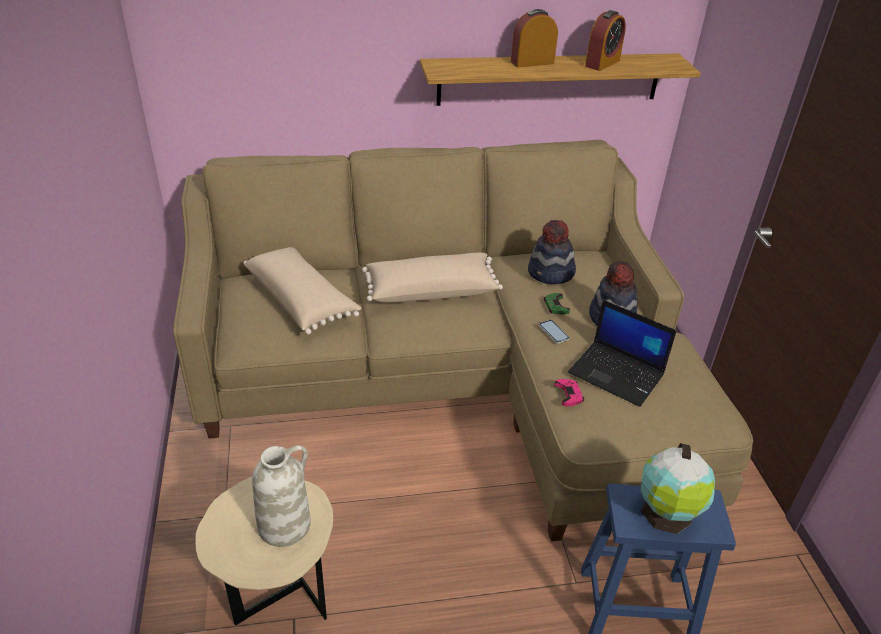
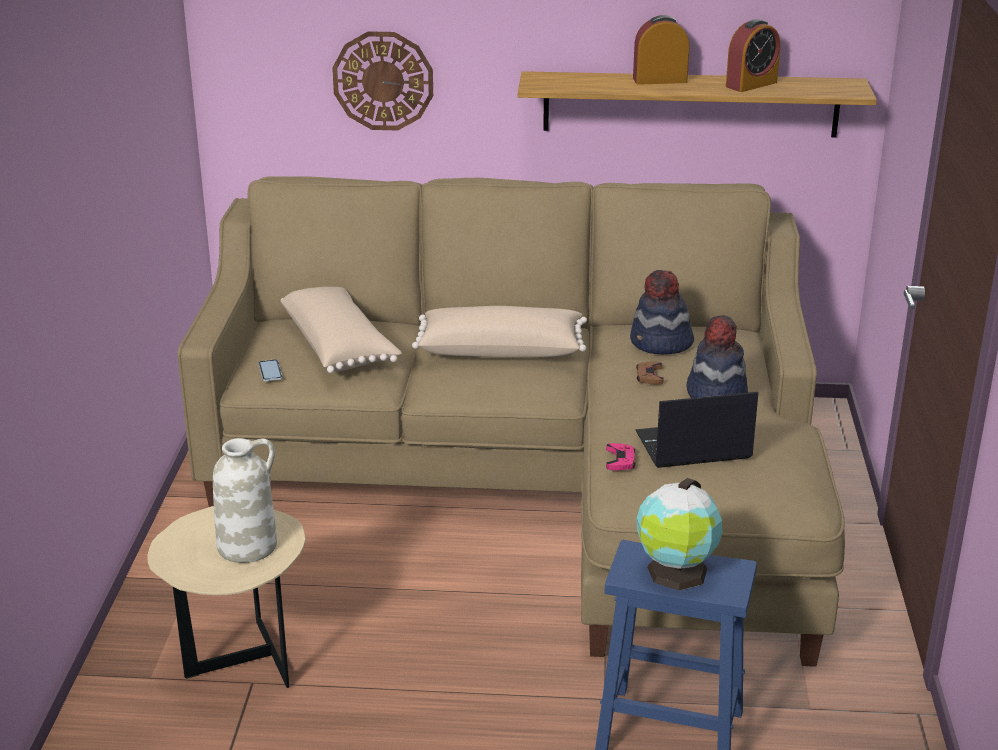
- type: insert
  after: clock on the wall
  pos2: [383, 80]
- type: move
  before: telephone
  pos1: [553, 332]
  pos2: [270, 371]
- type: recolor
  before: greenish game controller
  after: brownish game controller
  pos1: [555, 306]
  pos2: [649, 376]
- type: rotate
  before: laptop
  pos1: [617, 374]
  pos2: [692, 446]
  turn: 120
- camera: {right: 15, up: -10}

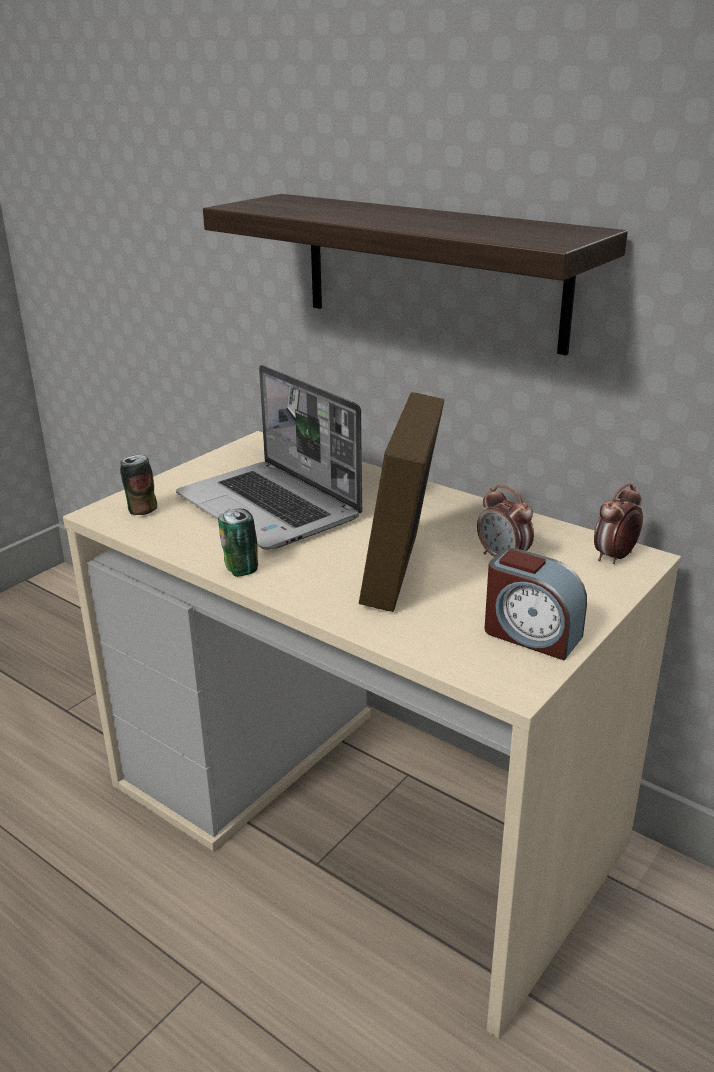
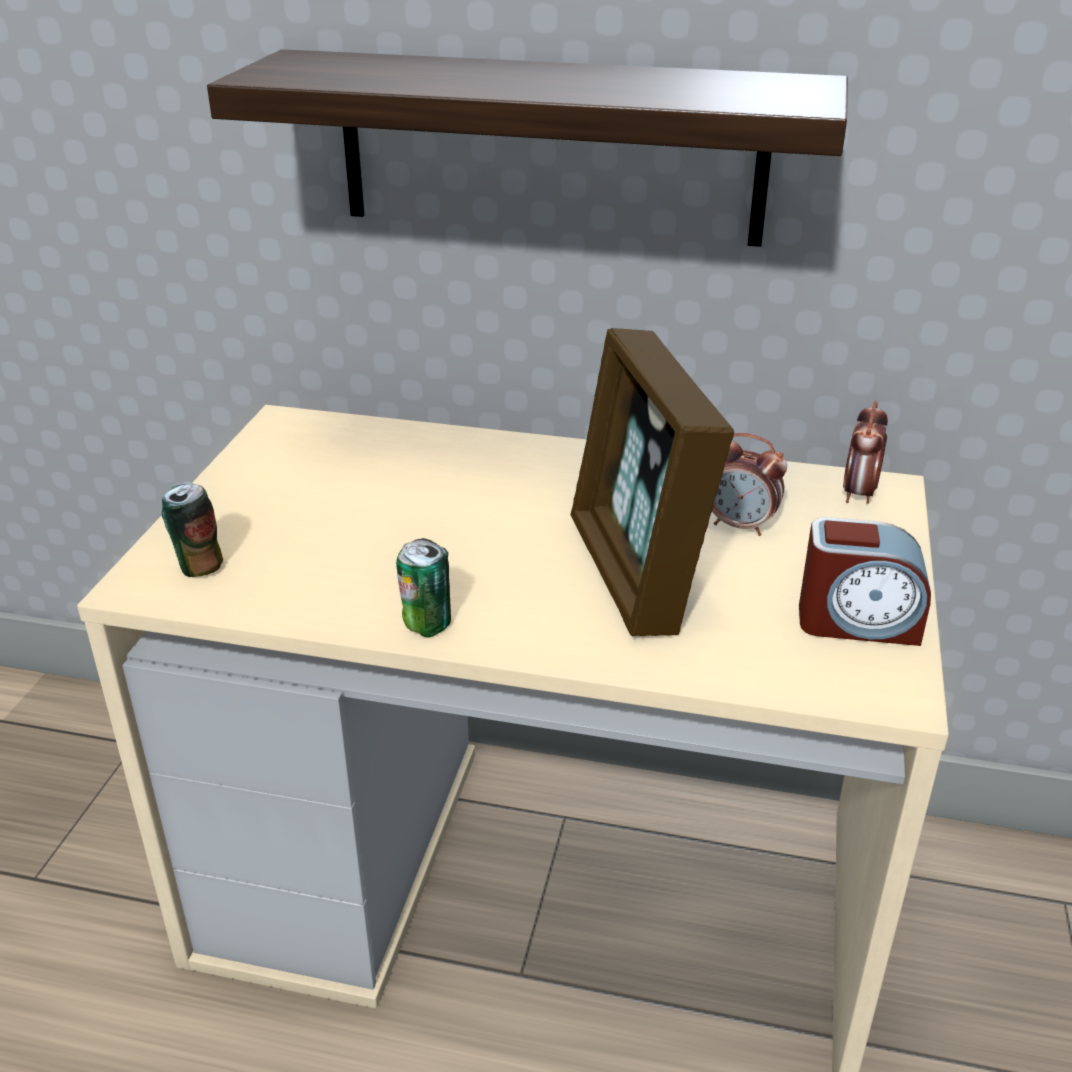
- type: delete
  before: laptop
  pos1: [271, 508]
- camera: {right: -25, up: 5}

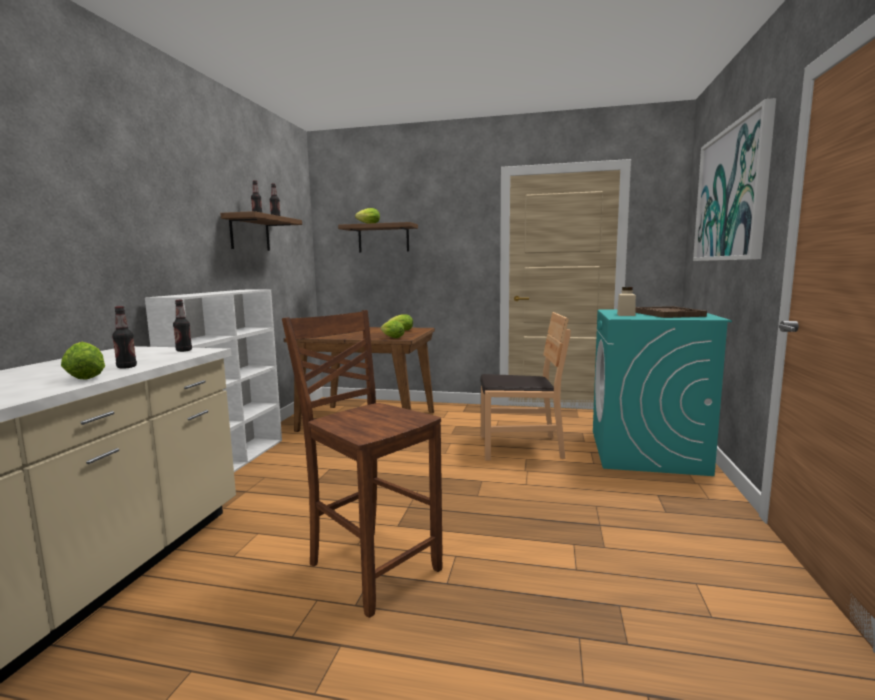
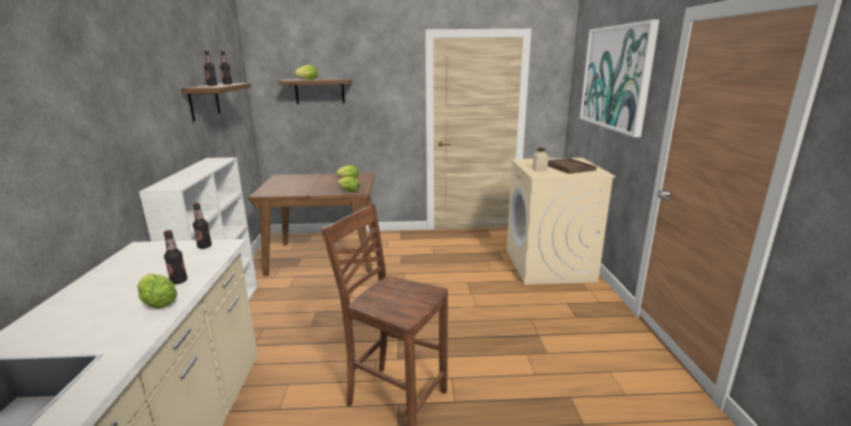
- type: delete
  before: brownish chair
  pos1: [520, 447]
- type: recolor
  before: turquoise washing machine
  after: beige-coloured washing machine
  pos1: [647, 452]
  pos2: [549, 266]
- camera: {right: -15, up: 10}

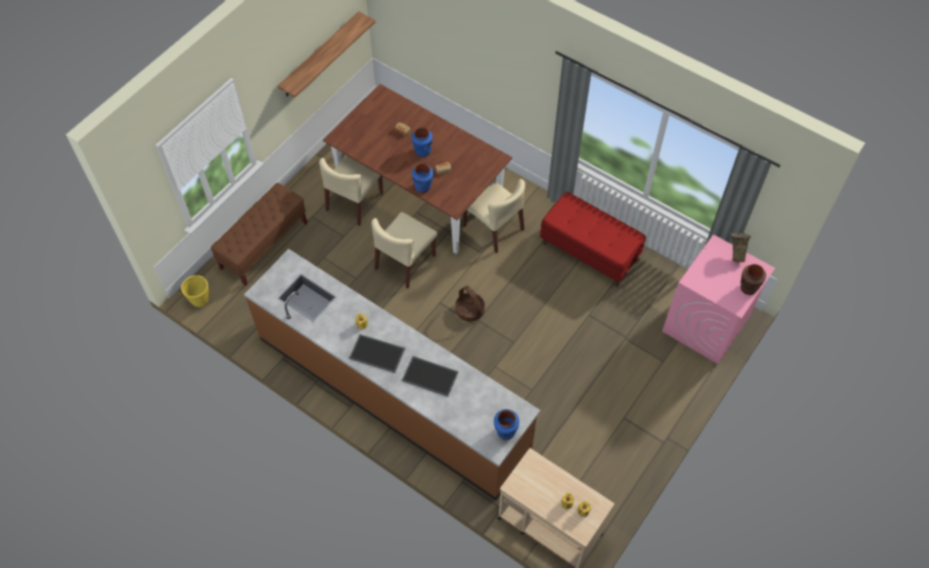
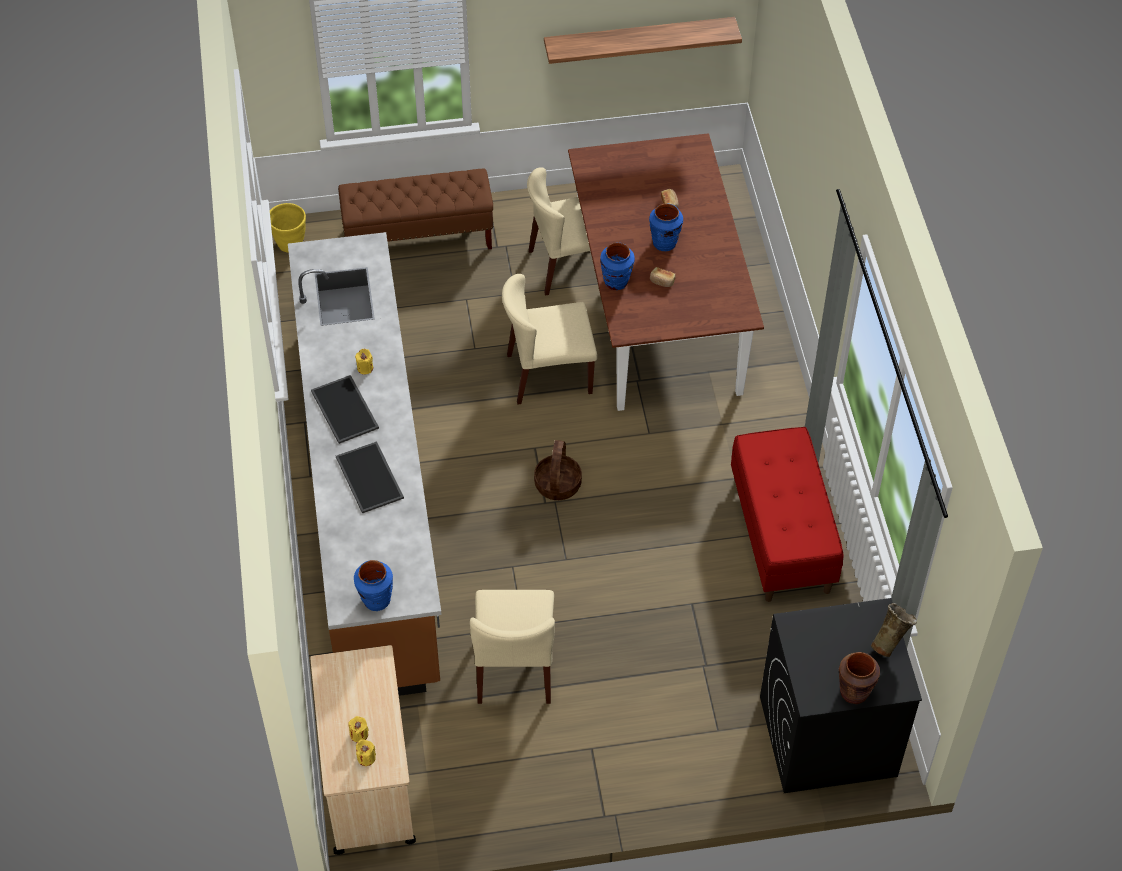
- type: move
  before: beige-coloured chair
  pos1: [494, 228]
  pos2: [515, 667]
- type: recolor
  before: pinkish washing machine
  after: black-coloured washing machine
  pos1: [706, 324]
  pos2: [827, 737]
- camera: {right: 45, up: -5}

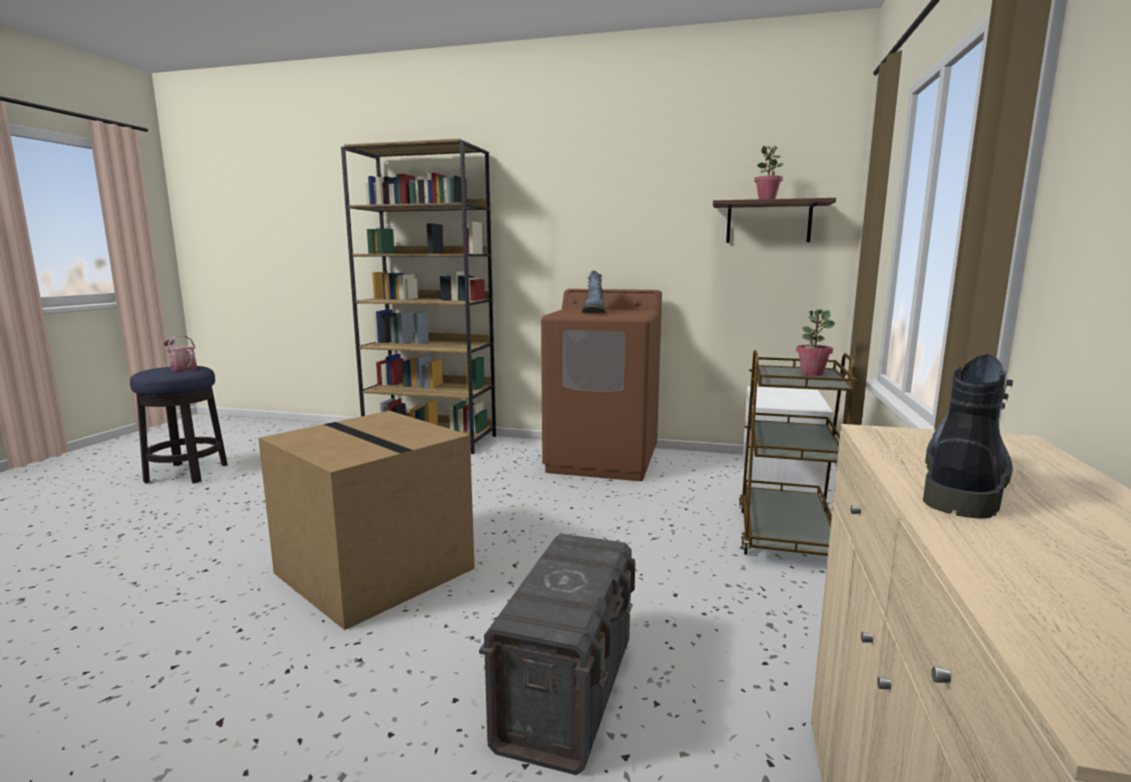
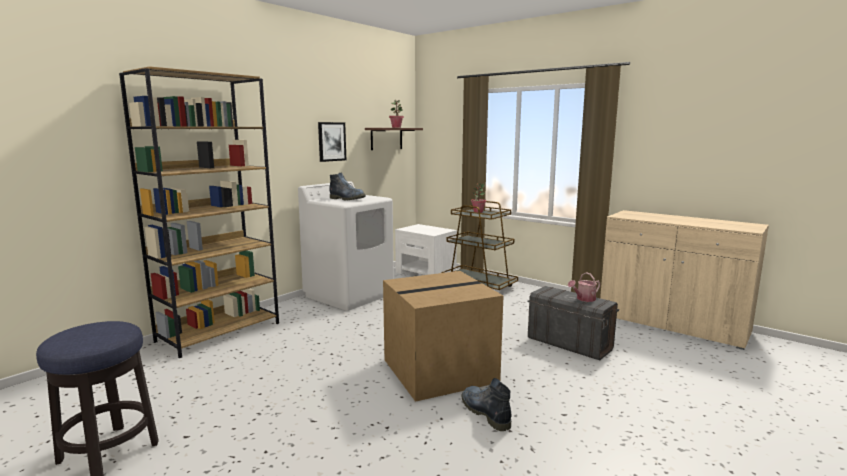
- type: insert
  after: picture
  pos2: [331, 141]
- type: move
  before: watering can
  pos1: [182, 368]
  pos2: [584, 299]
- type: move
  before: boot
  pos1: [962, 479]
  pos2: [484, 412]
- type: recolor
  before: brownish washing machine
  after: white washing machine
  pos1: [603, 461]
  pos2: [349, 295]
- camera: {right: -65, up: 0}

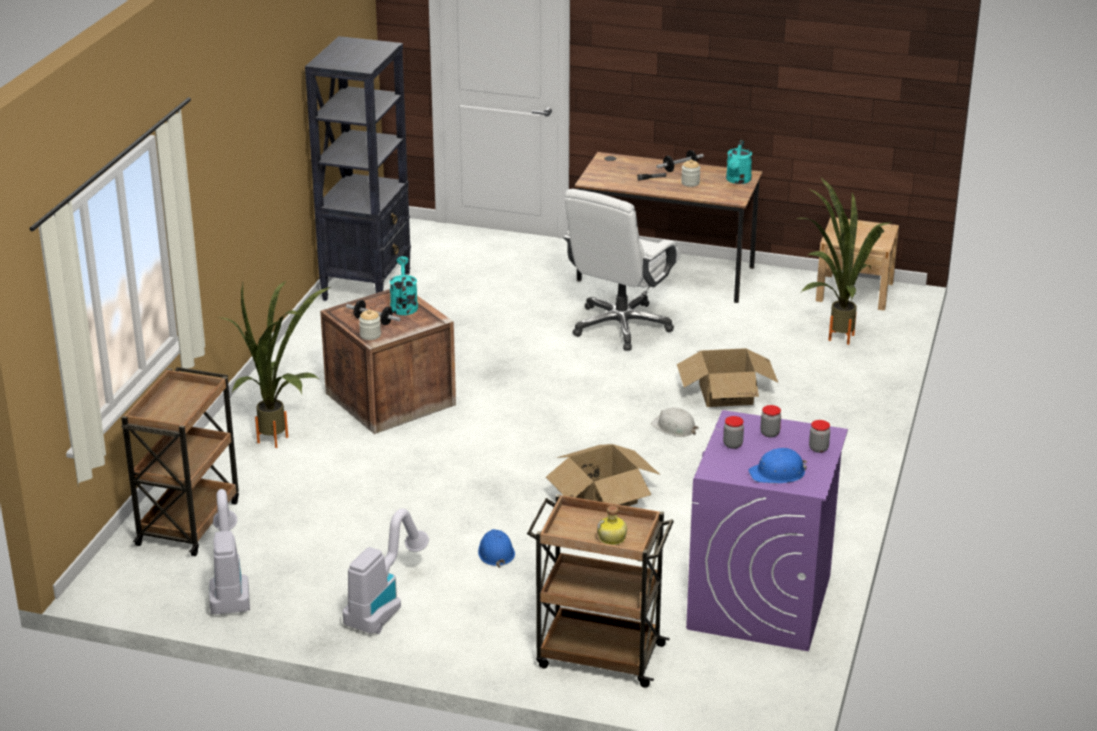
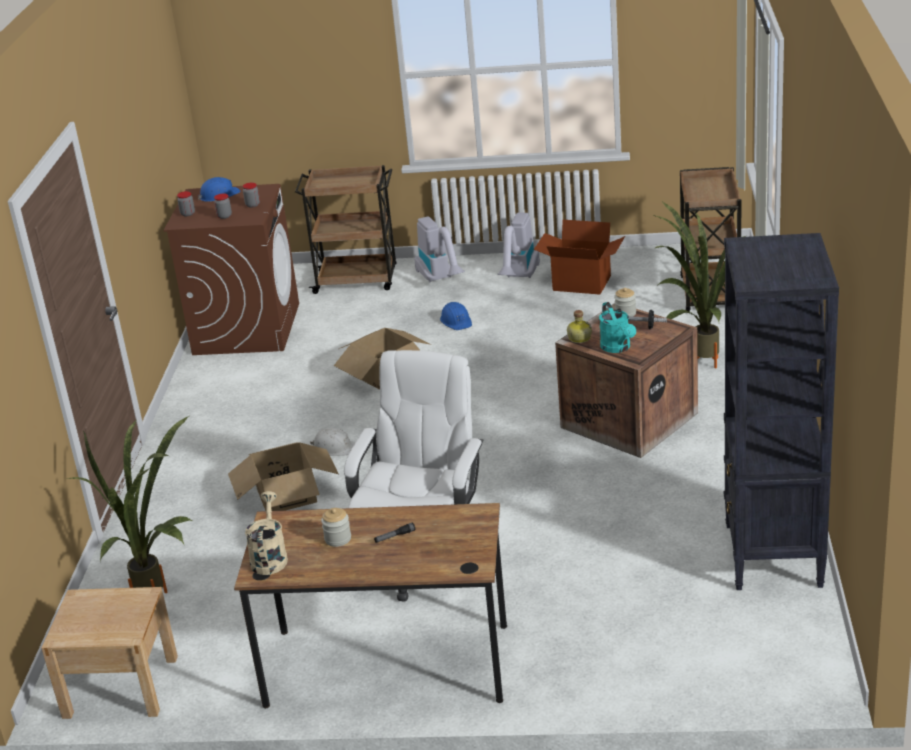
- type: delete
  before: hand weight
  pos1: [679, 168]
- type: insert
  after: cardboard box
  pos2: [581, 284]
- type: move
  before: vacuum cleaner
  pos1: [229, 586]
  pos2: [441, 280]
- type: move
  before: drink bottle
  pos1: [612, 538]
  pos2: [579, 338]
- type: recolor
  before: purplish washing machine
  after: brownish washing machine
  pos1: [759, 602]
  pos2: [246, 329]
- type: recolor
  before: turquoise watering can
  after: beige-coloured watering can
  pos1: [738, 180]
  pos2: [269, 557]
- camera: {right: 170, up: 0}

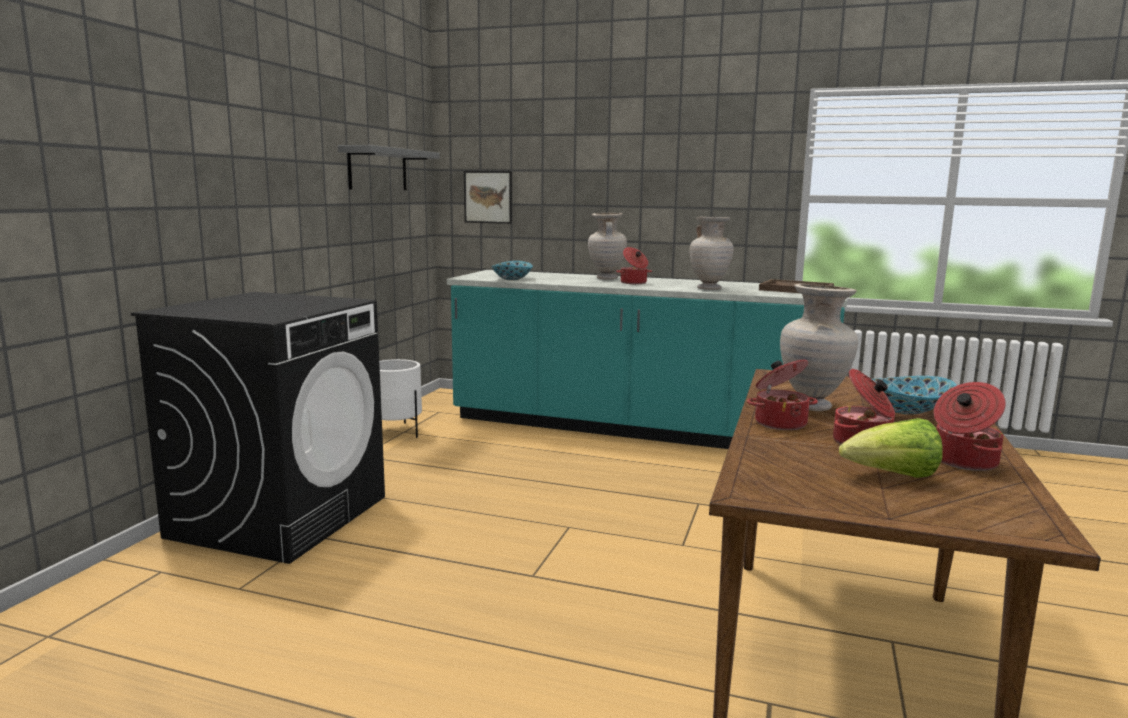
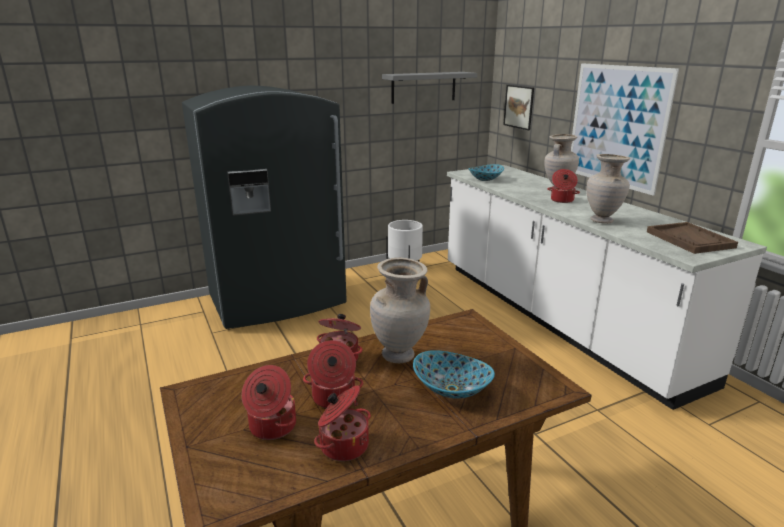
- type: insert
  after: picture
  pos2: [616, 126]
- type: replace
  before: black-coloured washing machine
  after: gray refrigerator
  pos1: [280, 516]
  pos2: [278, 301]
- type: replace
  before: head of lettuce
  after: stockpot
  pos1: [892, 476]
  pos2: [271, 426]
- type: recolor
  before: turquoise kitchen counter
  after: white kitchen counter
  pos1: [636, 429]
  pos2: [556, 318]
- camera: {right: 45, up: 10}

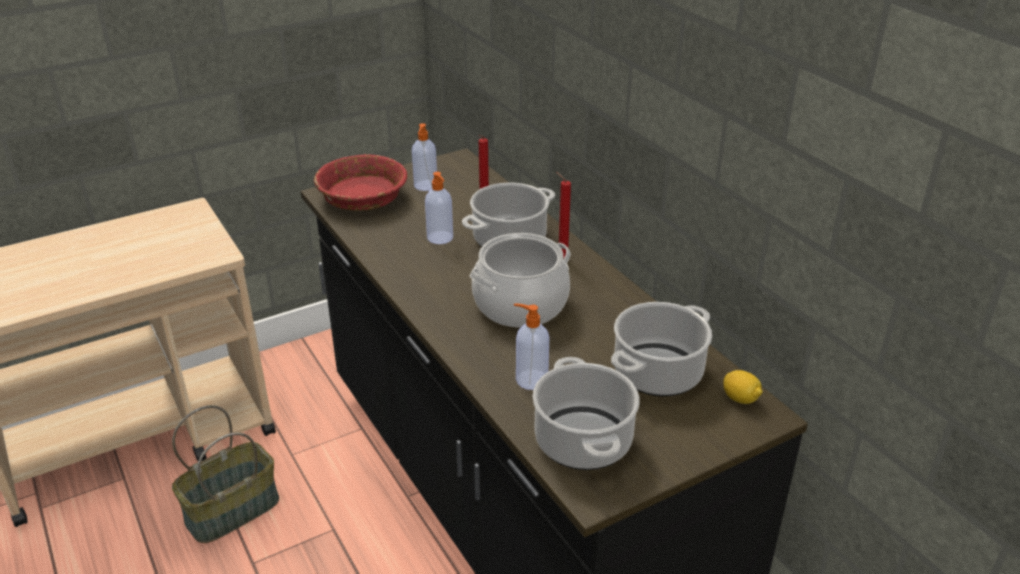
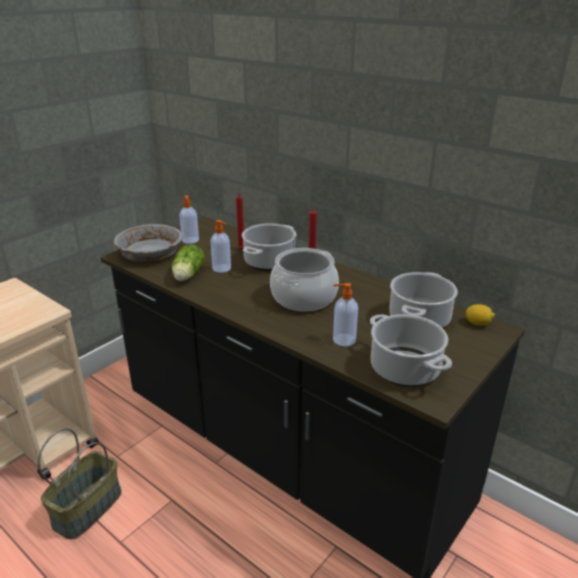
- type: insert
  after: head of lettuce
  pos2: [187, 276]
- type: recolor
  before: red-coloured bowl
  after: gray bowl
  pos1: [361, 198]
  pos2: [149, 254]
- camera: {right: -20, up: -5}

